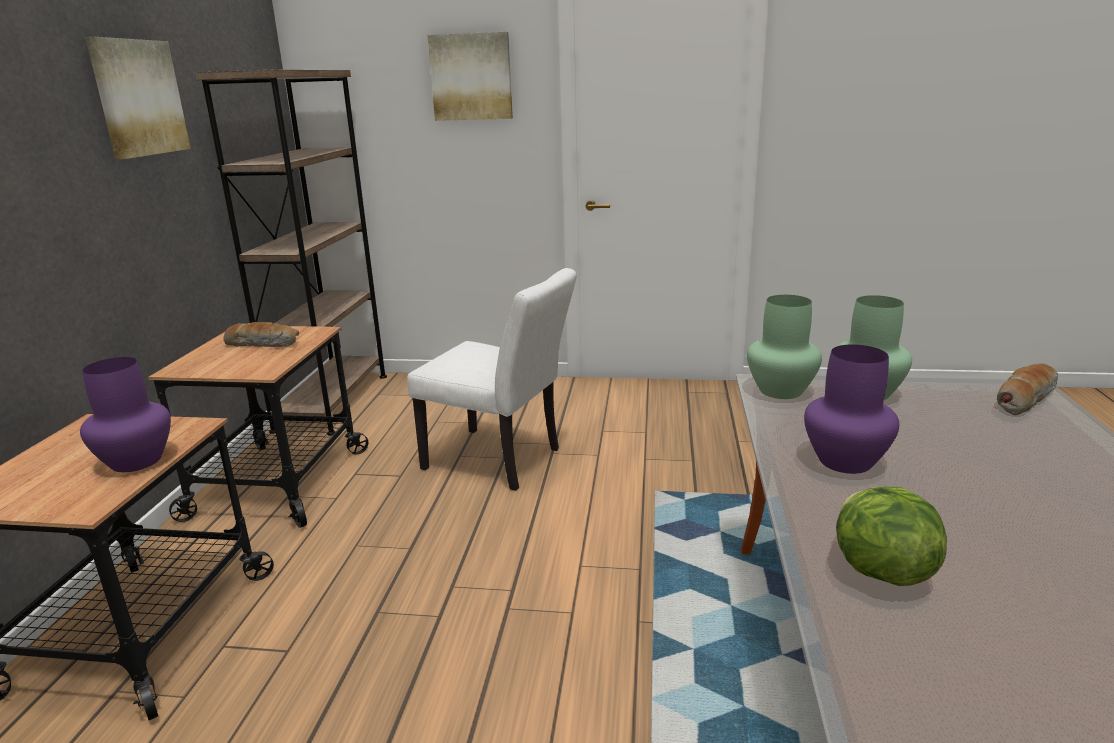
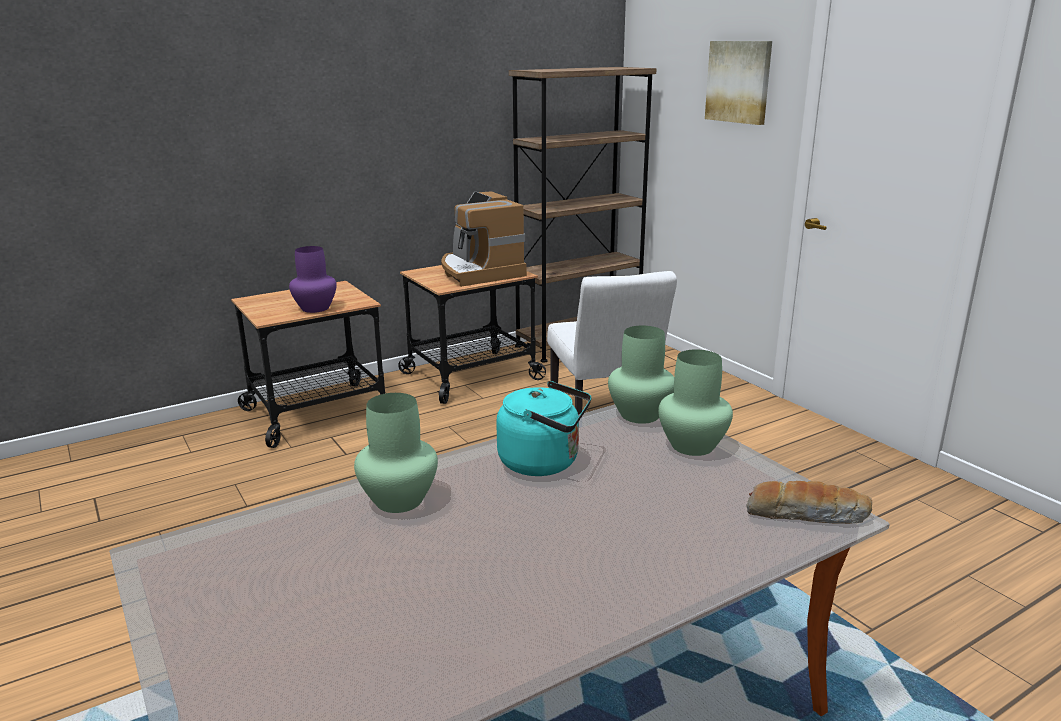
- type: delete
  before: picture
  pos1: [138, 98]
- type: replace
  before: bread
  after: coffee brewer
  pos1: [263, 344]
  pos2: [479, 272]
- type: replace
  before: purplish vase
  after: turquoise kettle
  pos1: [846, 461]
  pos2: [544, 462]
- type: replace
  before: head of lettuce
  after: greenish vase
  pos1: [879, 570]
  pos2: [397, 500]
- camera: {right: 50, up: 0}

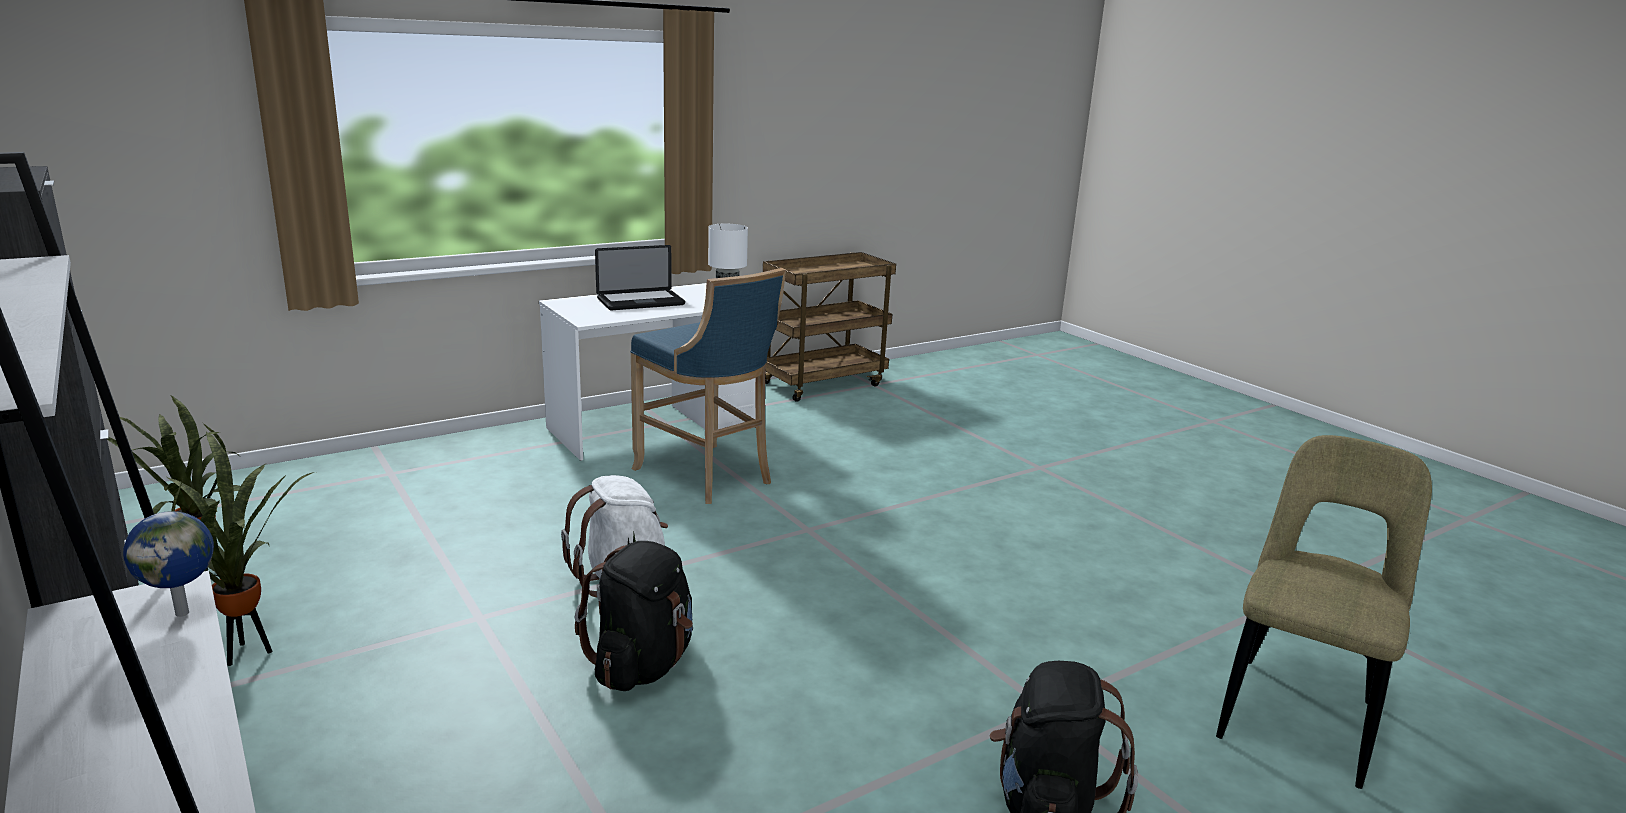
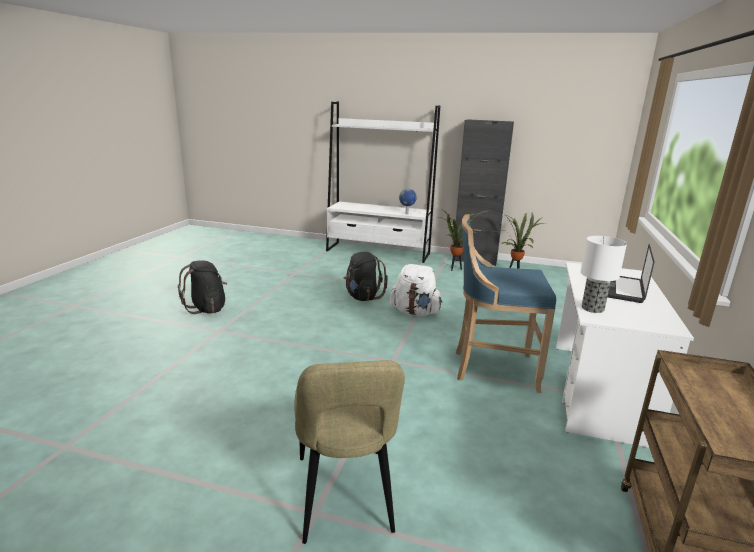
- type: move
  before: beige-coloured chair
  pos1: [1298, 715]
  pos2: [344, 498]
- camera: {right: 140, up: 0}

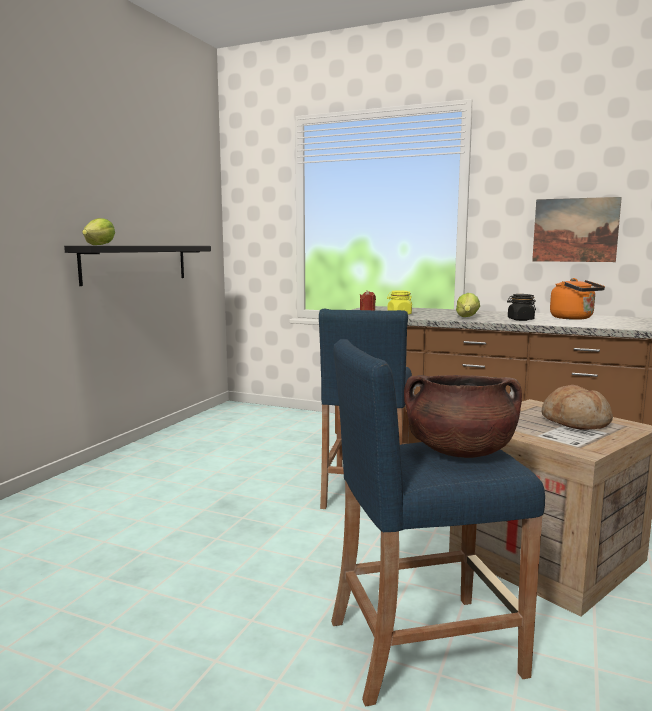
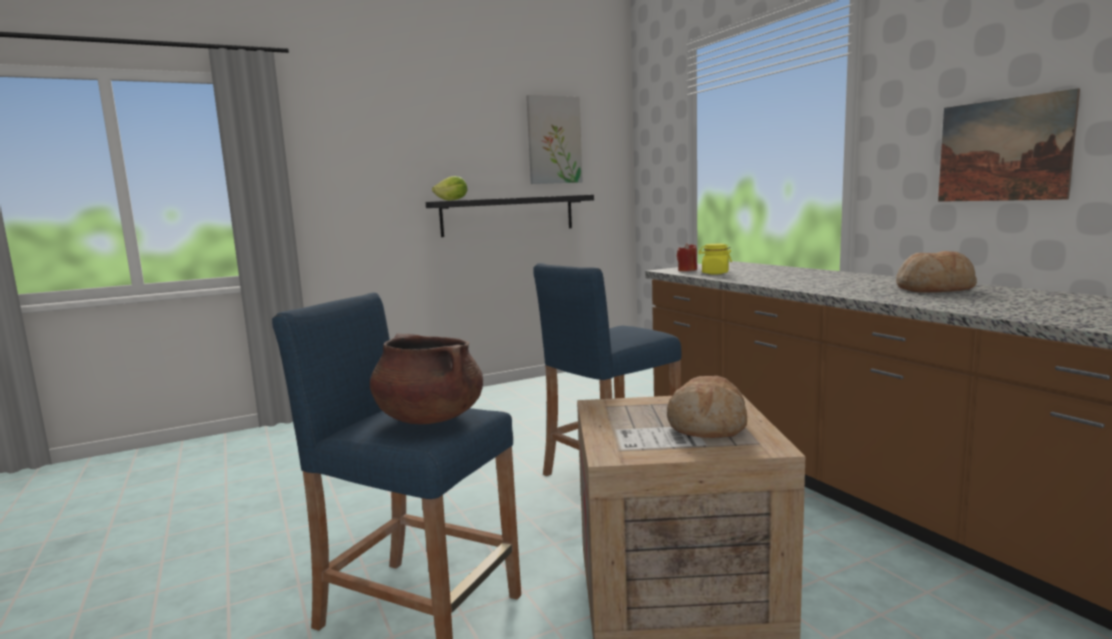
- type: delete
  before: head of lettuce
  pos1: [467, 317]
- type: delete
  before: black-coloured jar
  pos1: [520, 319]
- type: insert
  after: picture
  pos2: [554, 140]
- type: replace
  before: orange kettle
  after: bread
  pos1: [574, 318]
  pos2: [934, 289]
- camera: {right: 40, up: 0}

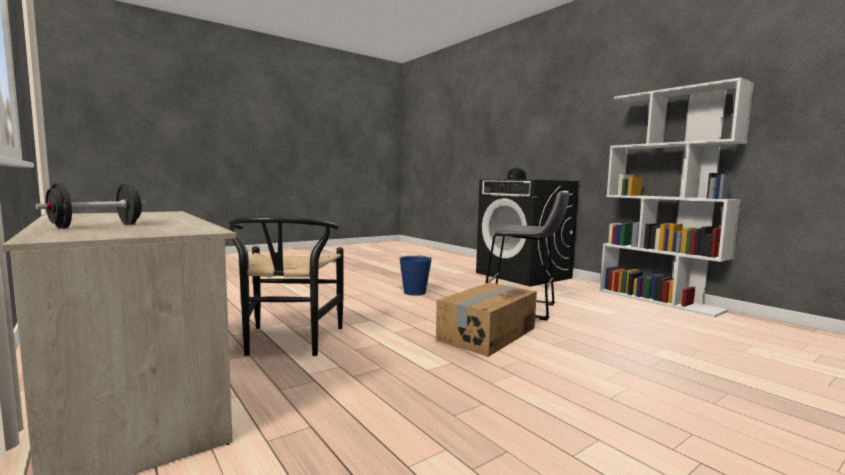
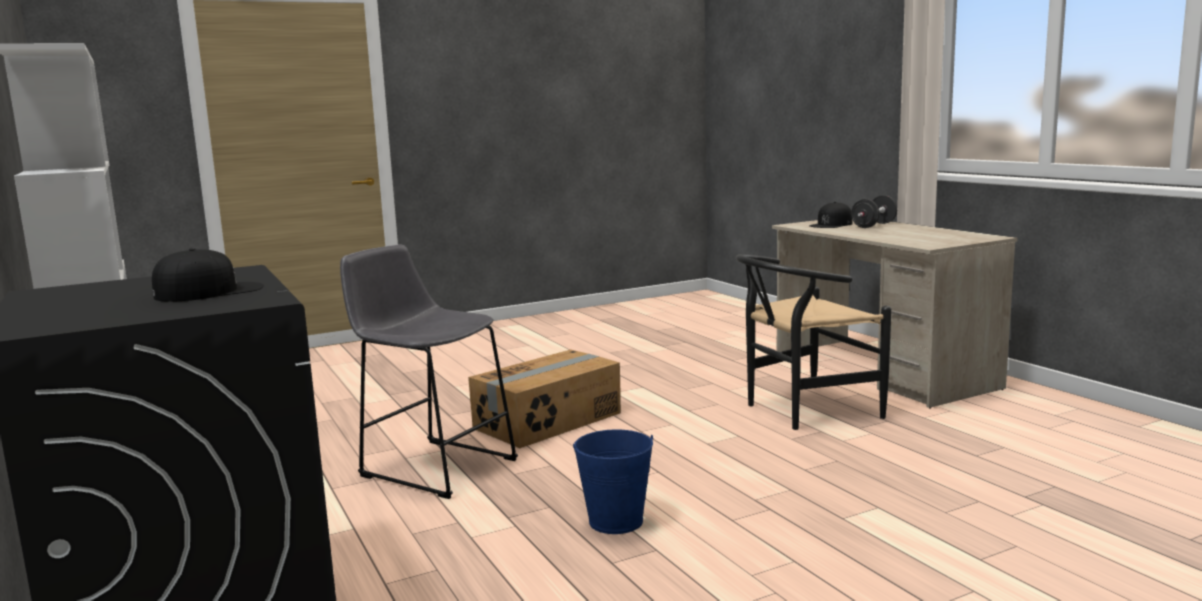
- type: insert
  after: black-coloured peaked cap
  pos2: [831, 224]
- type: rotate
  before: black-coloured chair
  pos1: [288, 343]
  pos2: [801, 410]
  turn: -120
- camera: {right: -170, up: 5}

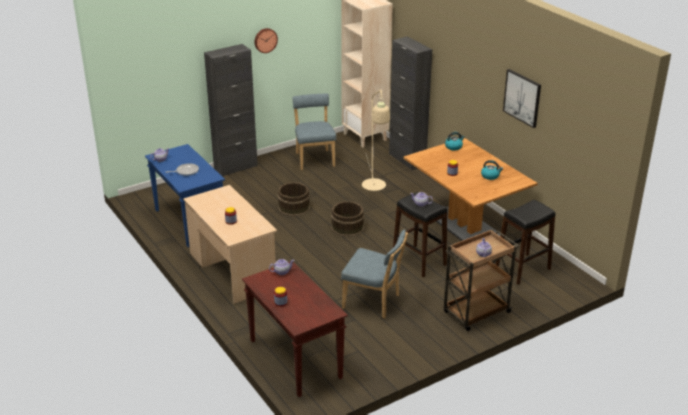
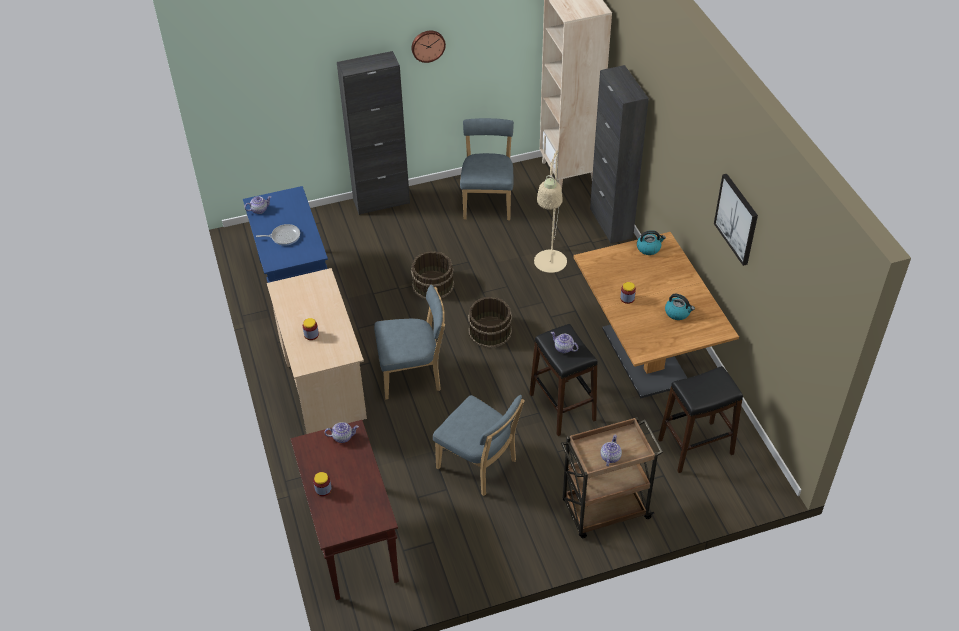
- type: insert
  after: bluish chair
  pos2: [413, 375]
- camera: {right: 15, up: 15}

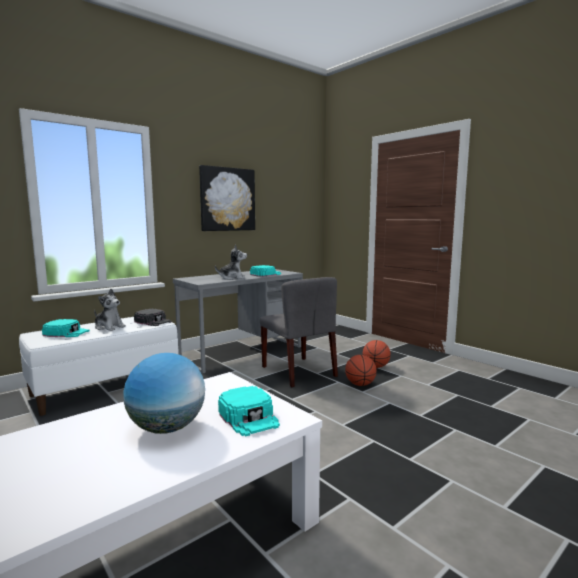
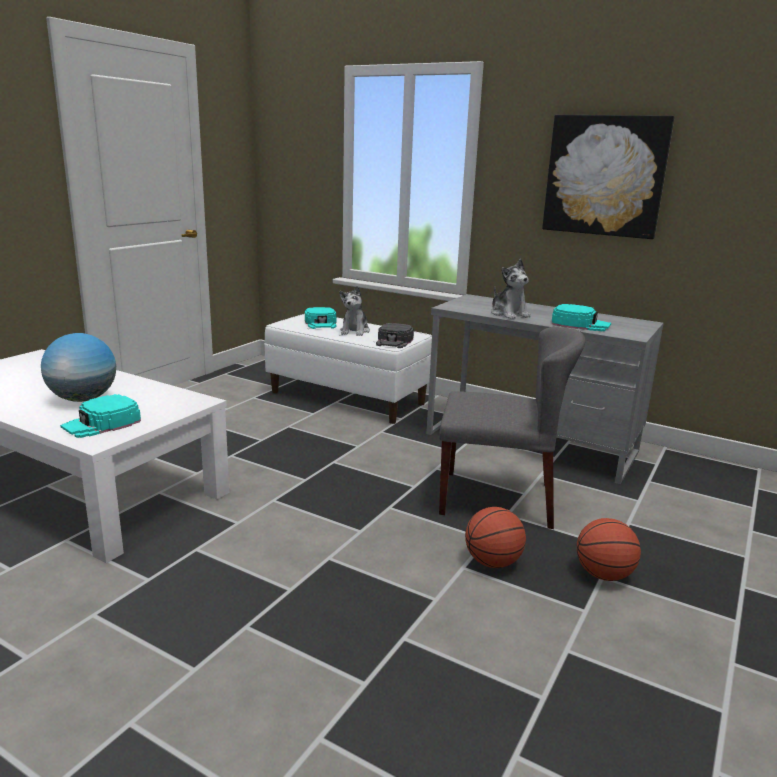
- type: rotate
  before: gray chair
  pos1: [299, 371]
  pos2: [498, 498]
  turn: -120
- camera: {right: 70, up: 10}

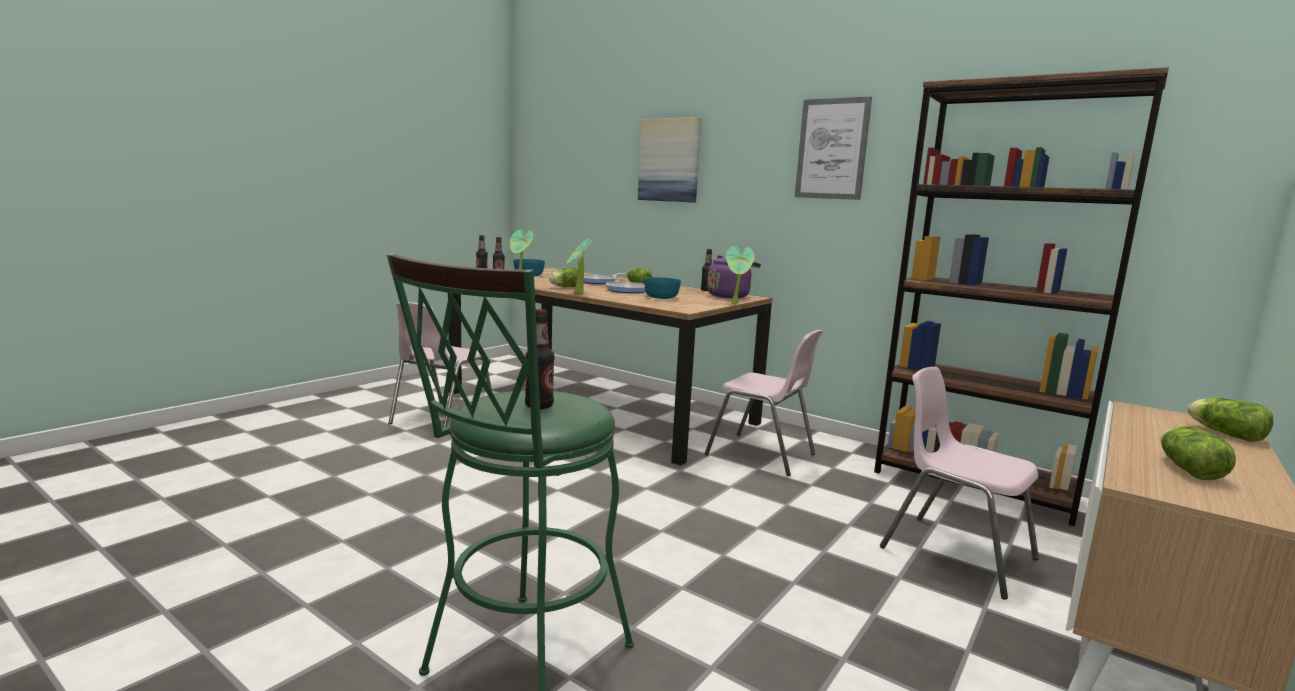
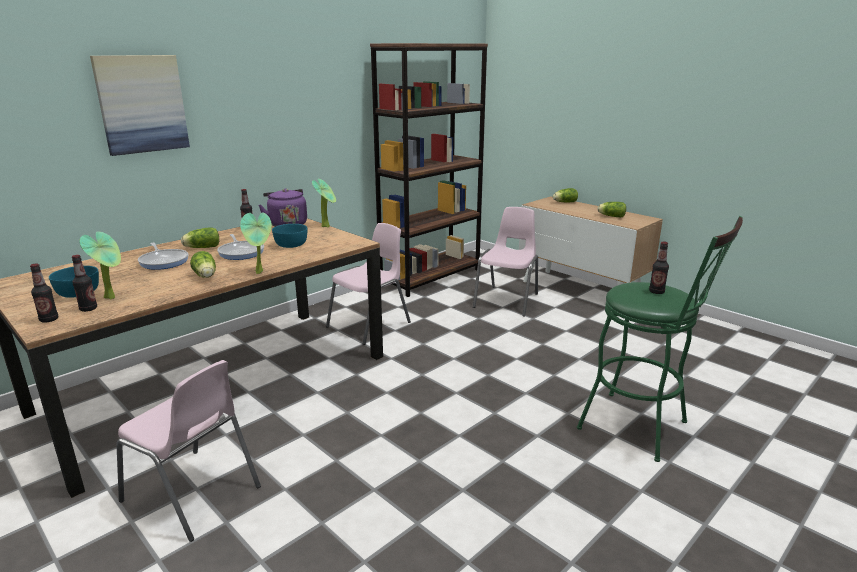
- type: delete
  before: picture
  pos1: [832, 149]
- type: rotate
  before: pinkish chair
  pos1: [955, 553]
  pos2: [507, 300]
  turn: 150
- camera: {right: -80, up: 10}

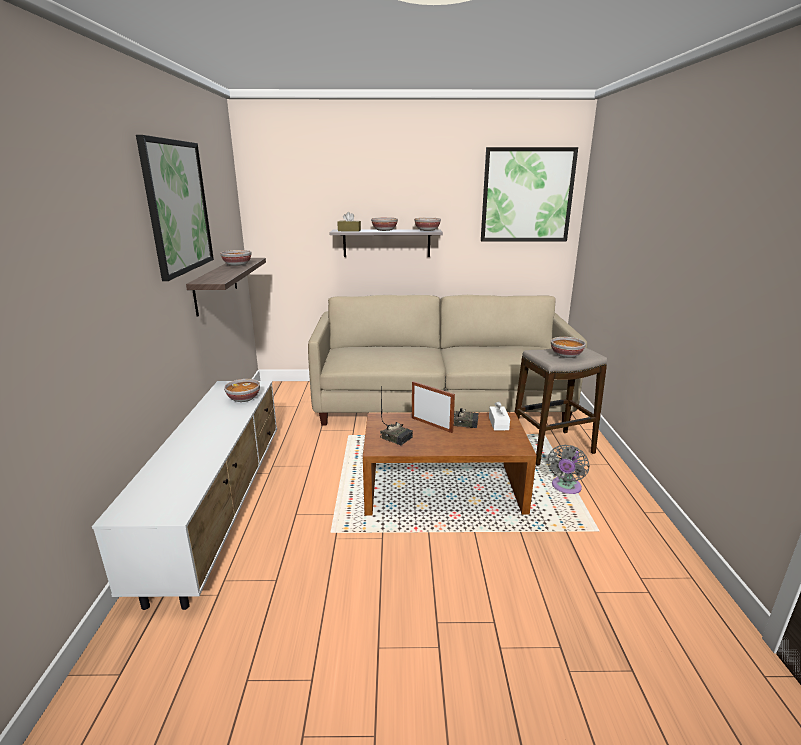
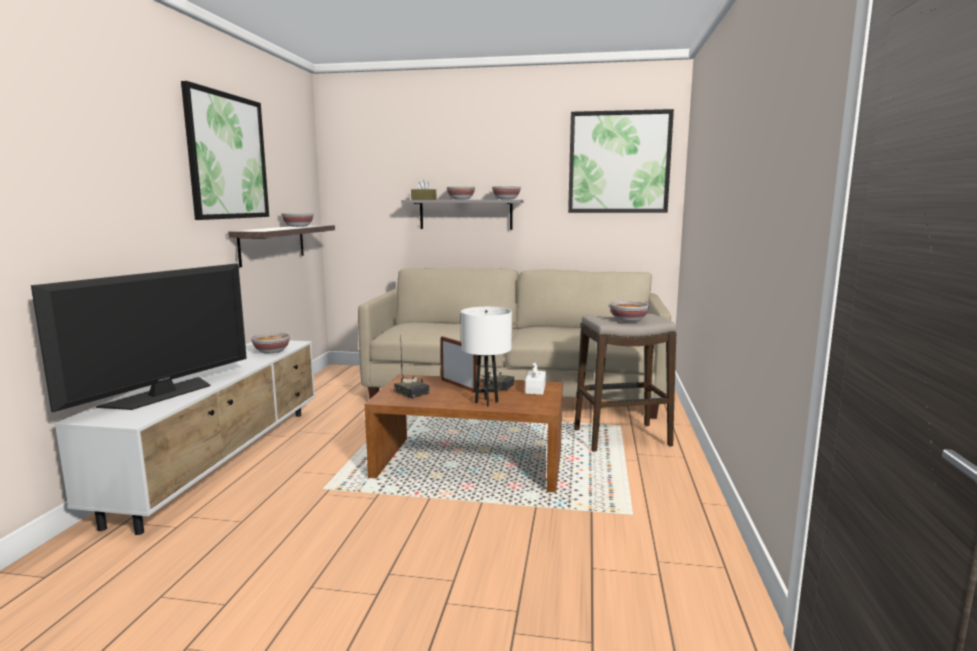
- type: delete
  before: gray fan
  pos1: [565, 487]
- type: insert
  after: television
  pos2: [162, 394]
- type: insert
  after: white table lamp
  pos2: [486, 402]
- camera: {right: 10, up: -10}

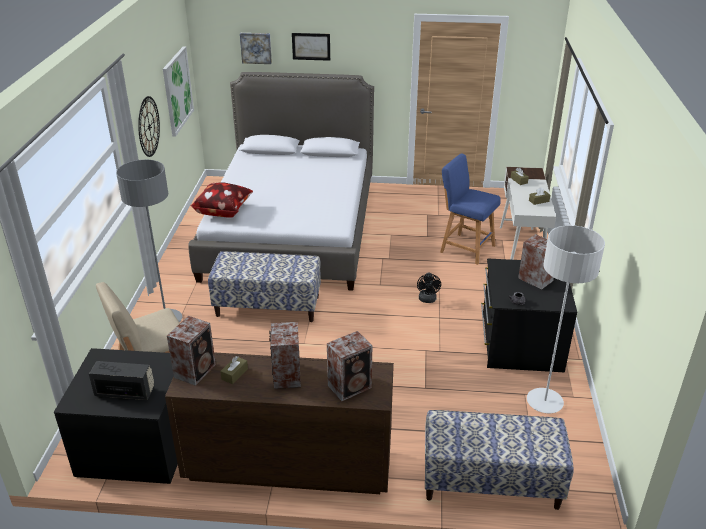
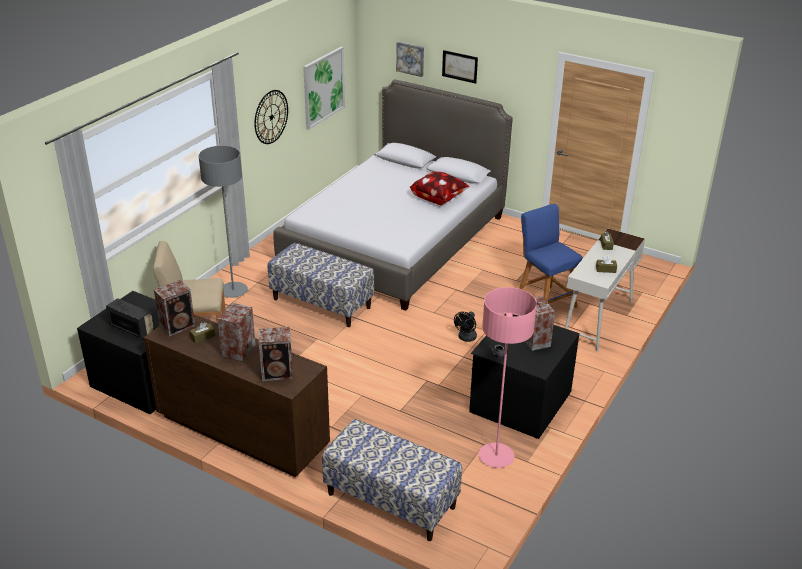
- type: move
  before: cushion
  pos1: [223, 211]
  pos2: [438, 198]
- type: recolor
  before: gray standing lamp
  after: pinkish standing lamp
  pos1: [544, 402]
  pos2: [496, 456]
- camera: {right: 25, up: 0}

